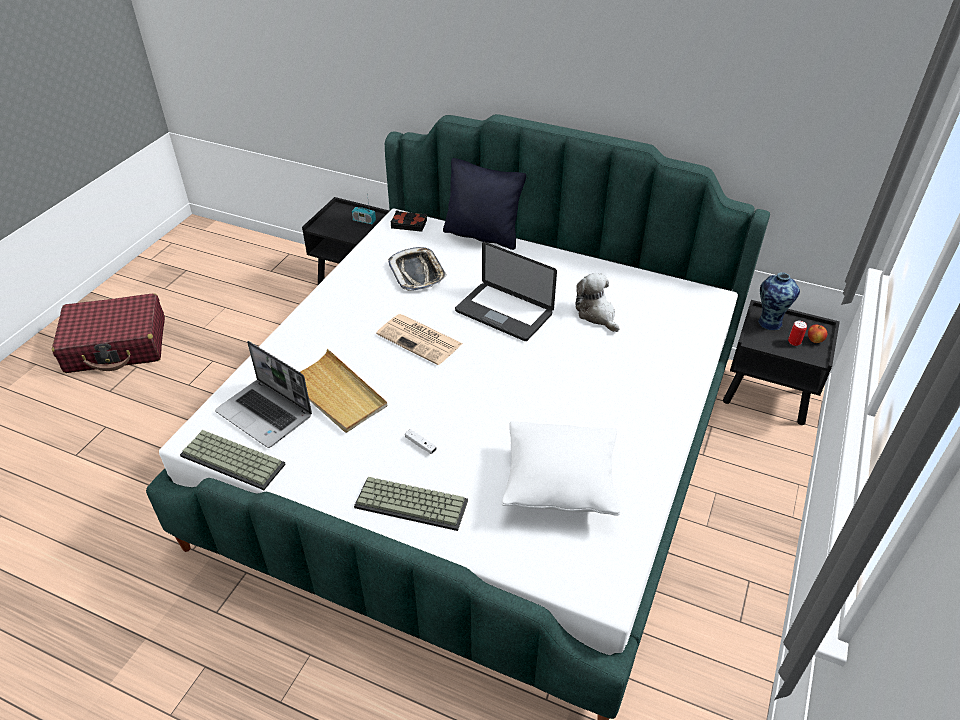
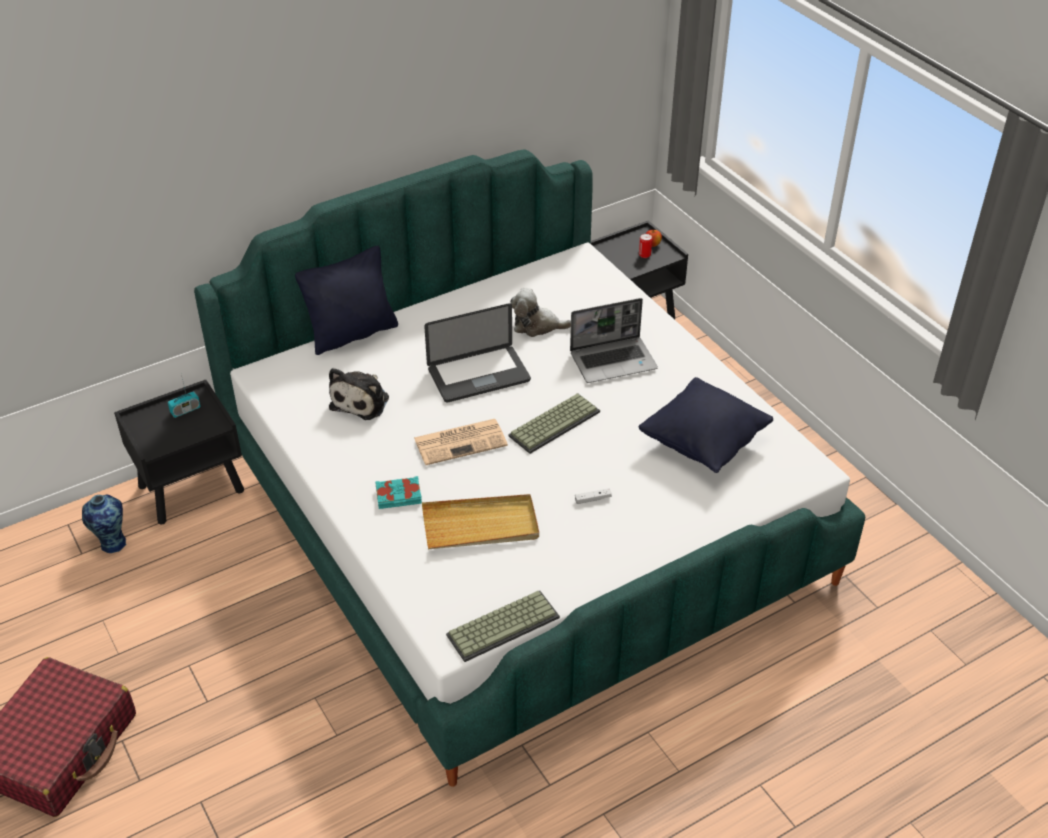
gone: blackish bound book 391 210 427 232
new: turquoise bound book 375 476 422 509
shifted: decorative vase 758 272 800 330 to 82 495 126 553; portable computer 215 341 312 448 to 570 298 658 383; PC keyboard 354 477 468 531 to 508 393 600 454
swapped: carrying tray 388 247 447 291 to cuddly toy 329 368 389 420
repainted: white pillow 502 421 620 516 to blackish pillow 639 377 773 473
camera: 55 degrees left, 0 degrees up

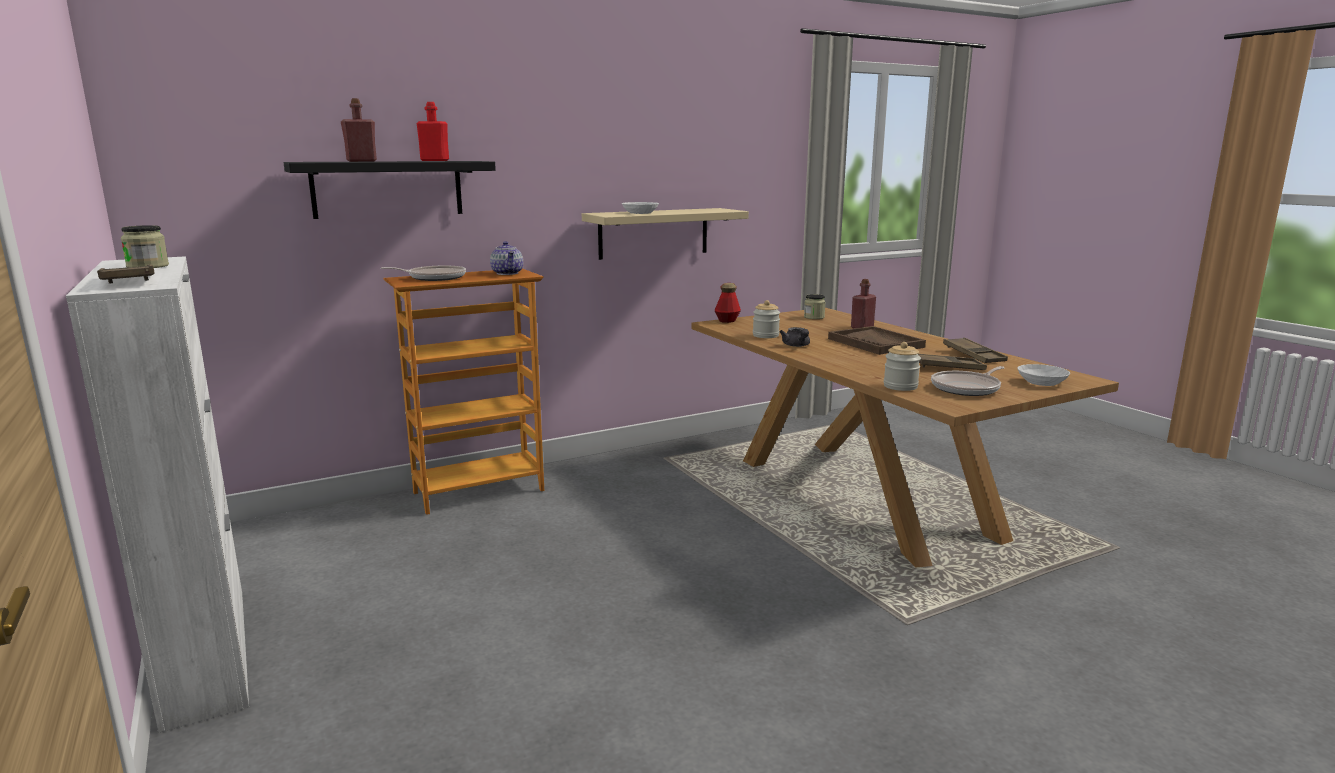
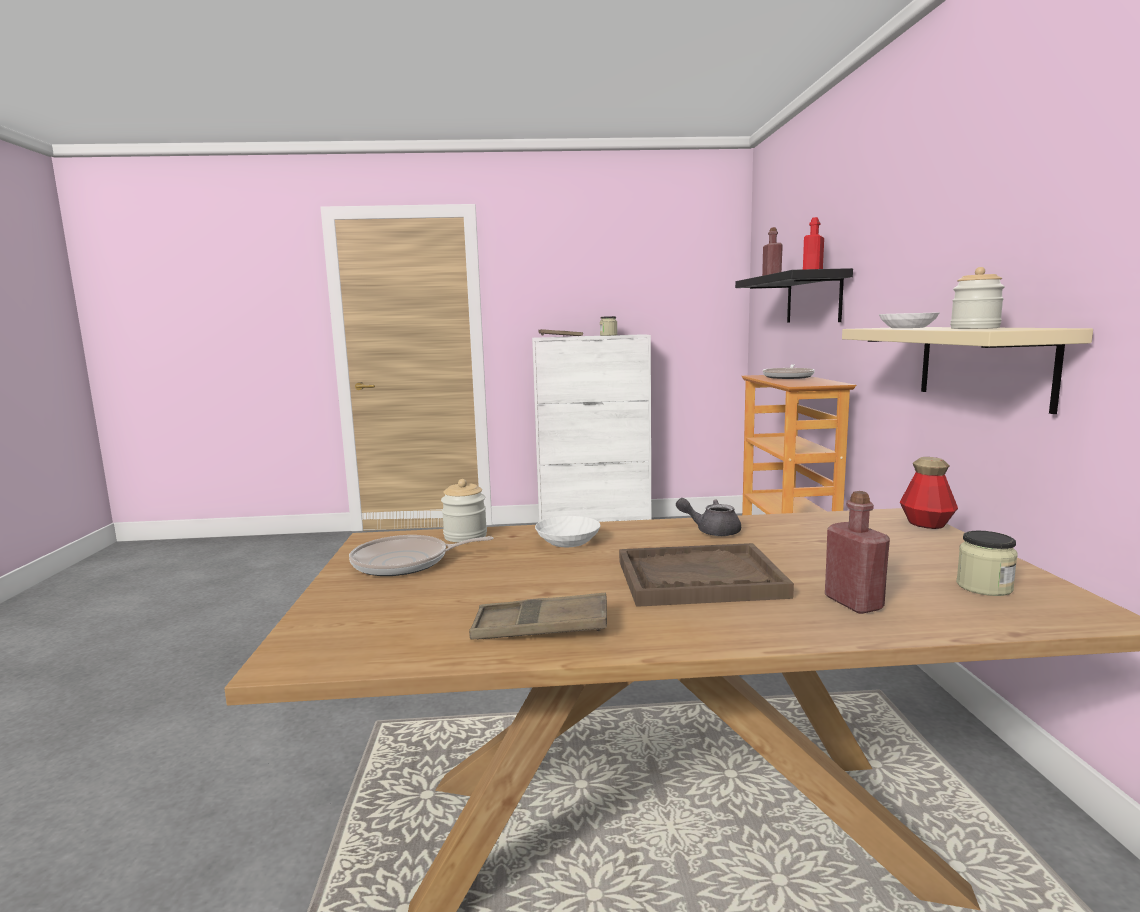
gone: tea pot 490 241 523 275; brown-coloured carrying tray 918 354 987 370
shifted: storage jar 753 300 780 338 to 950 267 1005 329; white bowl 1017 364 1070 386 to 535 516 601 547
rotated: frying pan 931 366 1004 396 = 349 535 493 576 90 degrees counterclockwise
camera: 115 degrees right, 5 degrees down

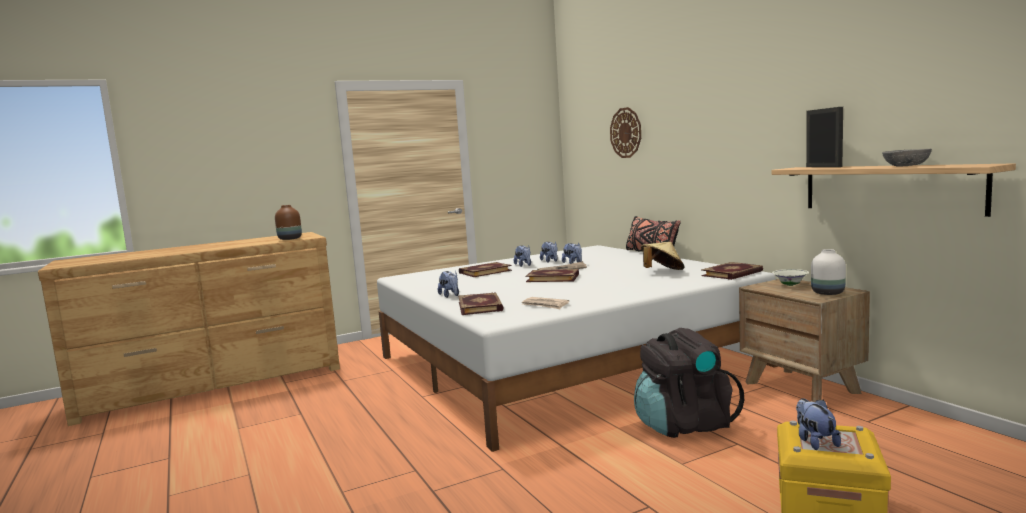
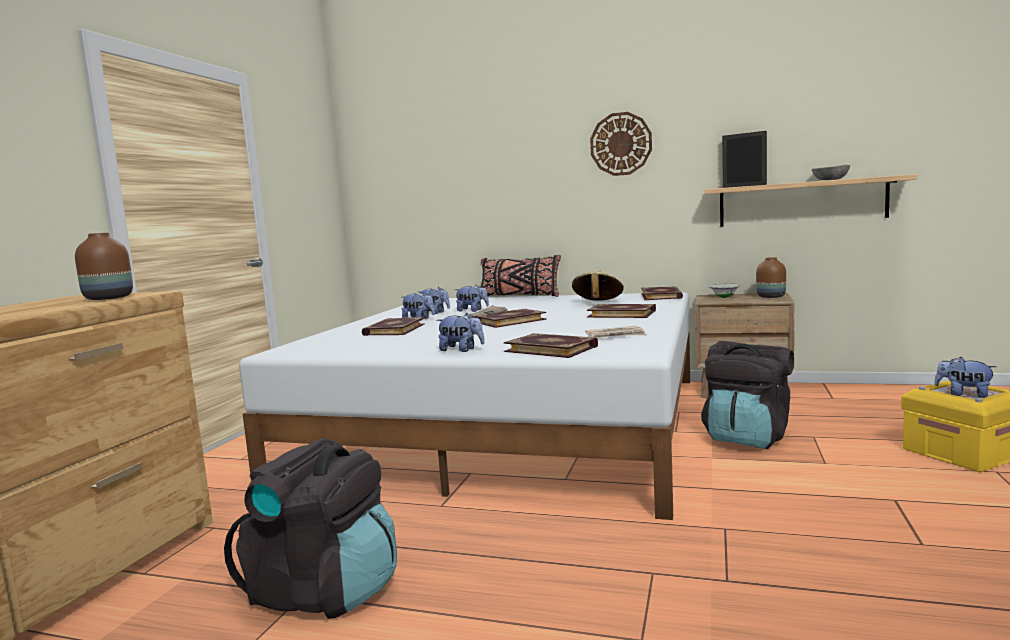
new: bound book 587 304 656 318; blackish rucksack 224 438 397 619
shifted: wall clock 610 107 641 158 to 590 112 652 176
repainted: white decorative vase 811 249 846 295 to brown-coloured decorative vase 756 257 786 298
camera: 45 degrees left, 0 degrees up

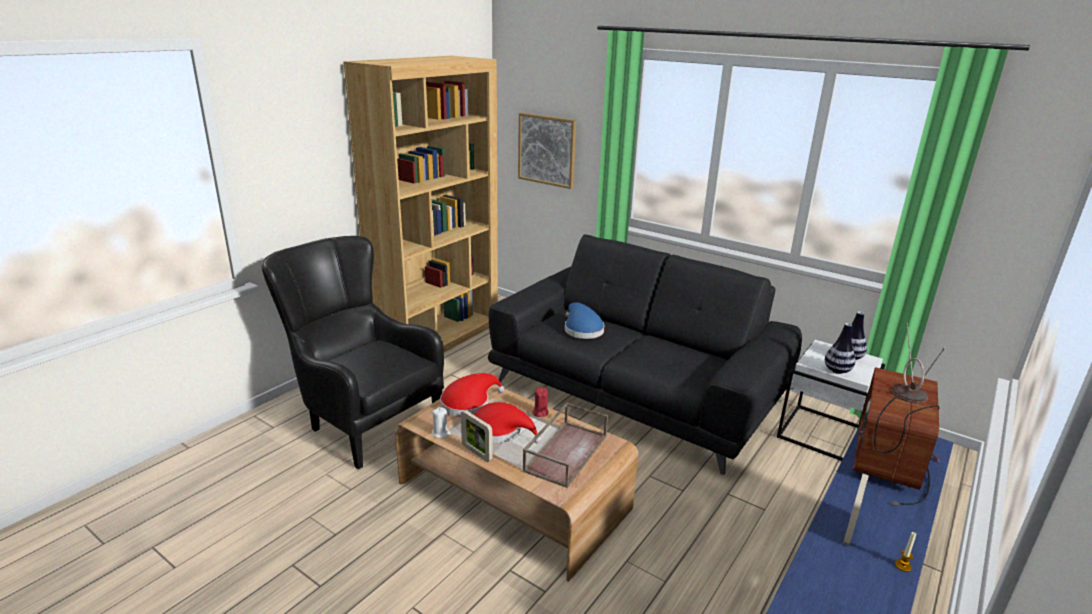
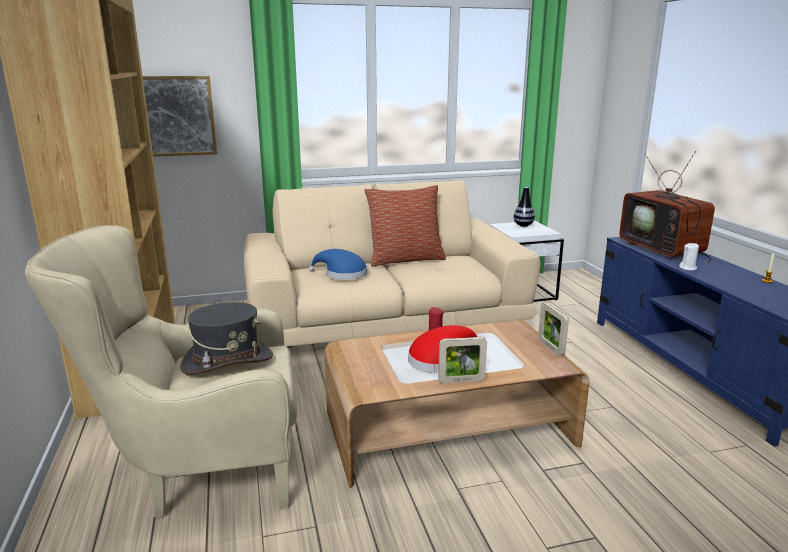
gone: decorative vase 825 323 855 374; red hat 440 373 504 417; brown-coloured carrying tray 523 402 608 488
new: pillow 364 185 446 267; grey hat 180 302 273 375
shifted: white wax candle 432 407 451 438 to 679 242 699 270; photo frame 843 474 869 545 to 538 303 569 356
repainted: blackish couch 488 235 802 475 to sand-coloured couch 244 180 540 348; blackish lounge chair 261 236 444 469 to sand-coloured lounge chair 25 225 297 518
camera: 50 degrees left, 5 degrees down

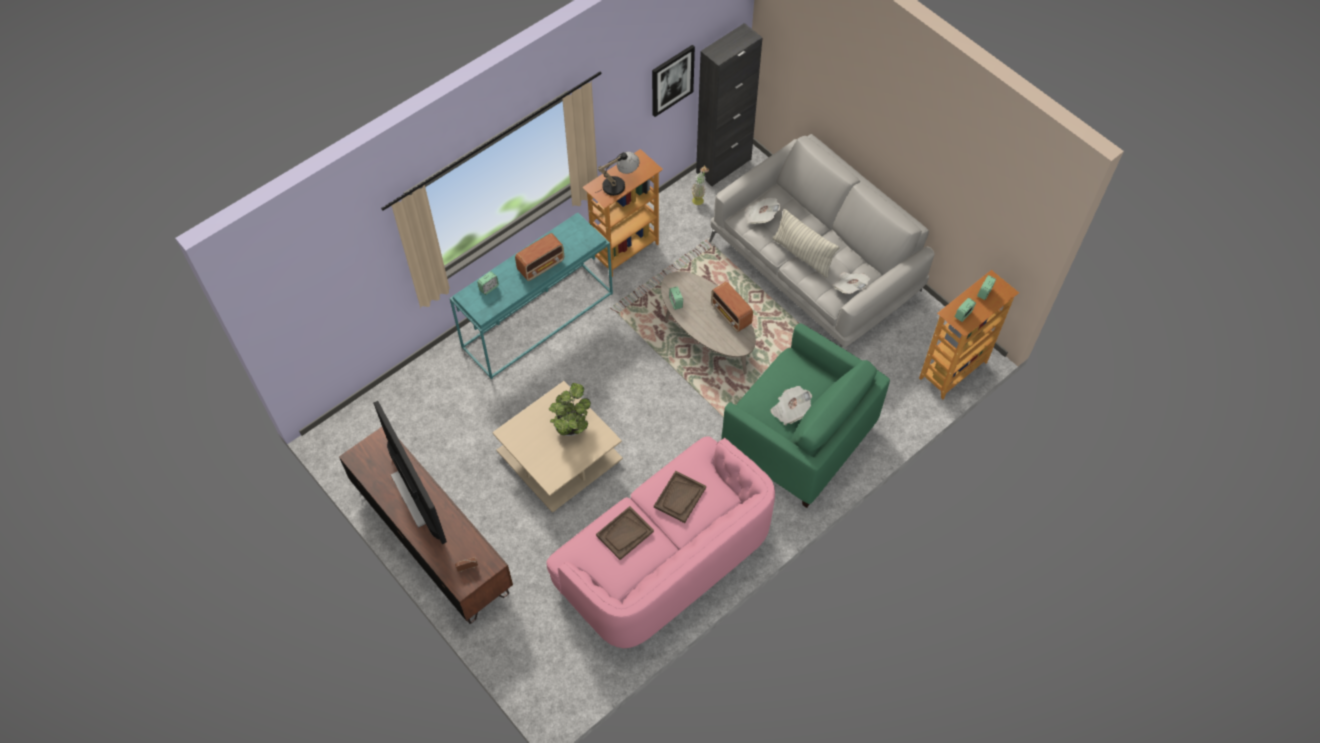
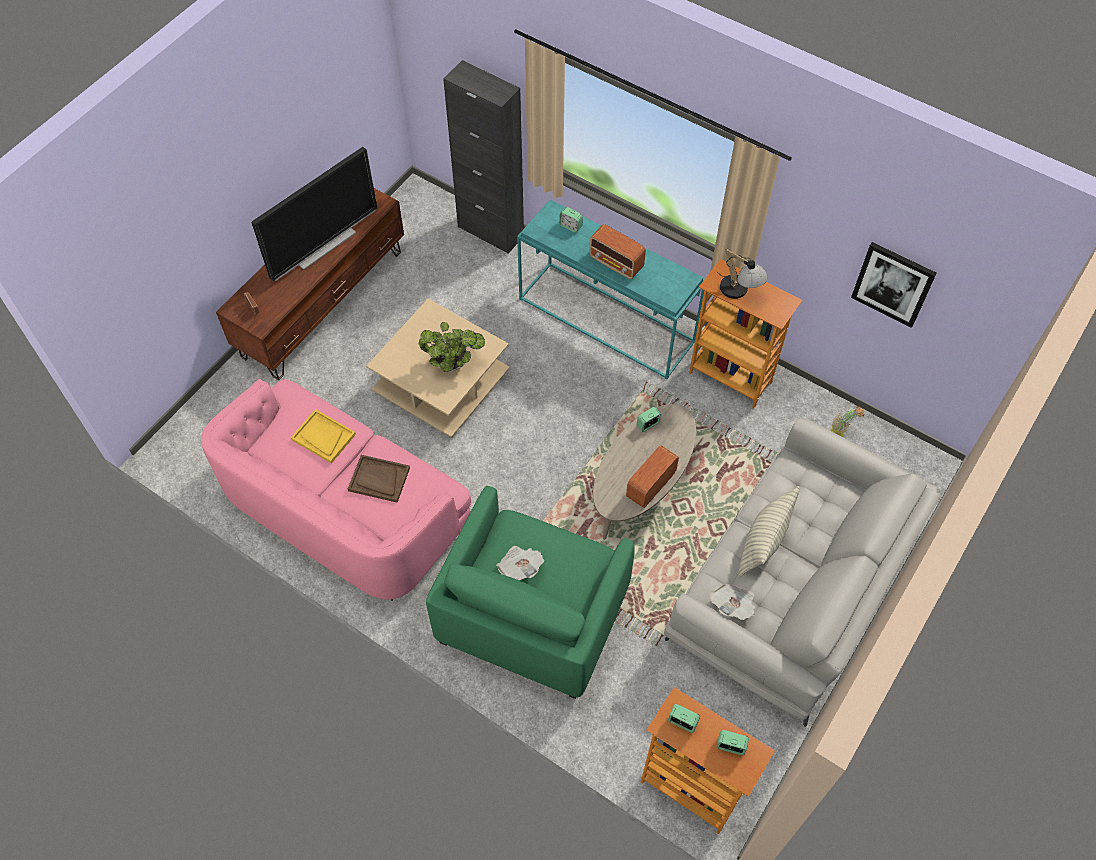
gone: newspaper 745 198 780 224
shifted: blackish storage cabinet 696 23 763 187 to 443 60 524 254
repainted: brown-coloured carrying tray 596 506 654 560 to yellowish carrying tray 291 409 356 464
camera: 75 degrees right, 0 degrees up

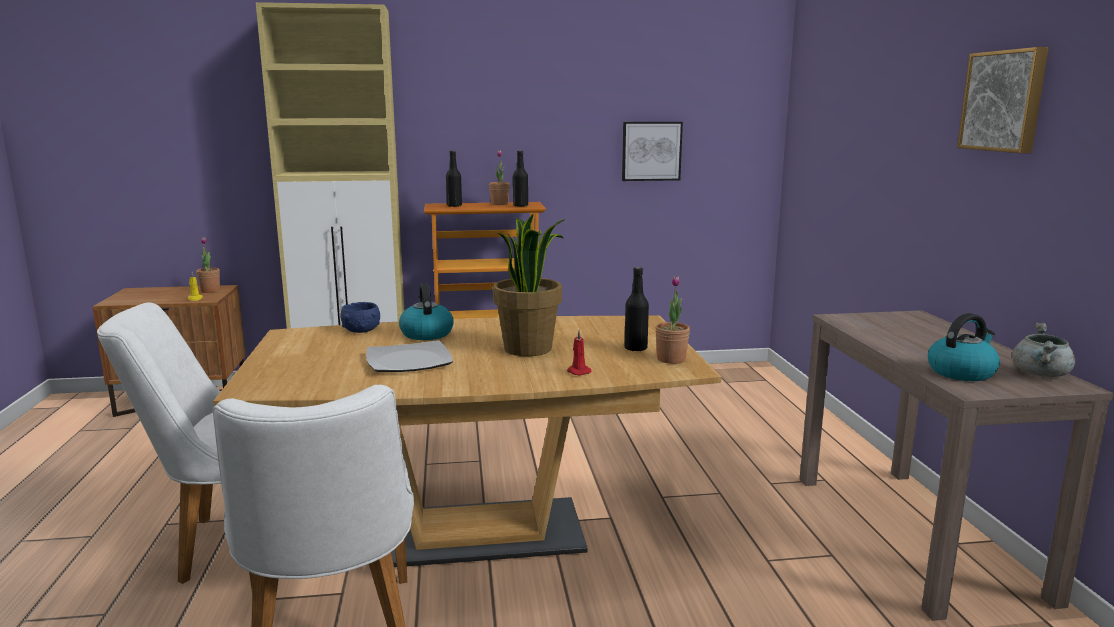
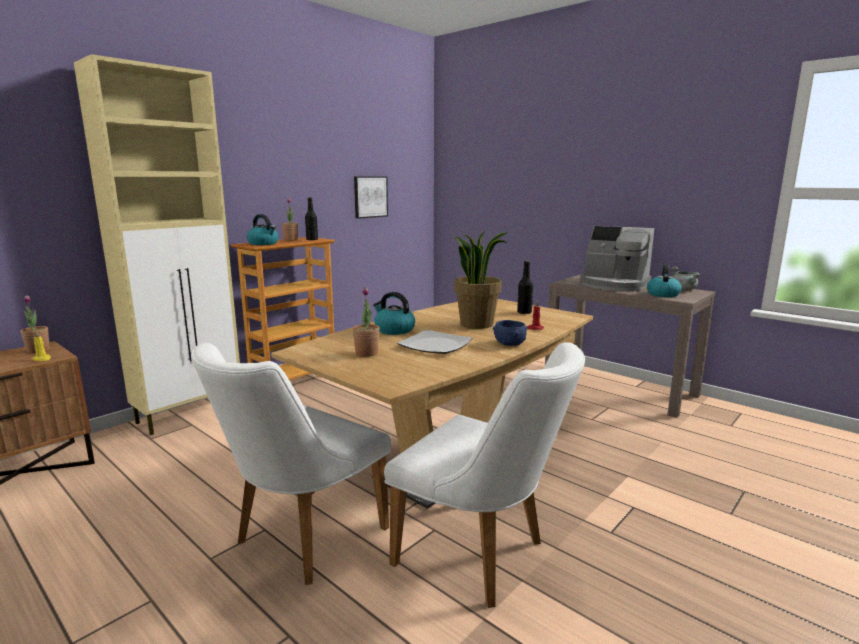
gone: wall picture 957 47 1049 153
new: coffee brewer 580 226 654 291
shifted: potted plant 655 276 690 364 to 353 288 380 357; blue-coloured bowl 341 302 380 333 to 493 320 527 346
swapped: blackish bottle 446 151 462 207 to tea kettle 247 214 279 245
camera: 40 degrees left, 0 degrees up

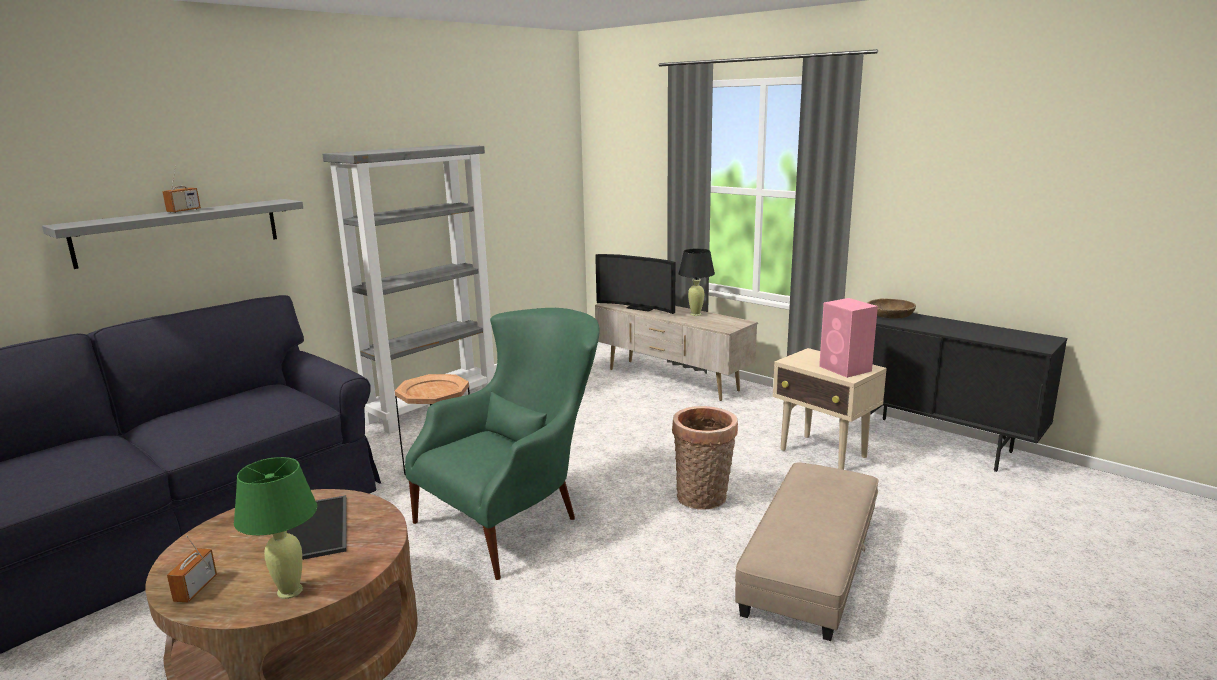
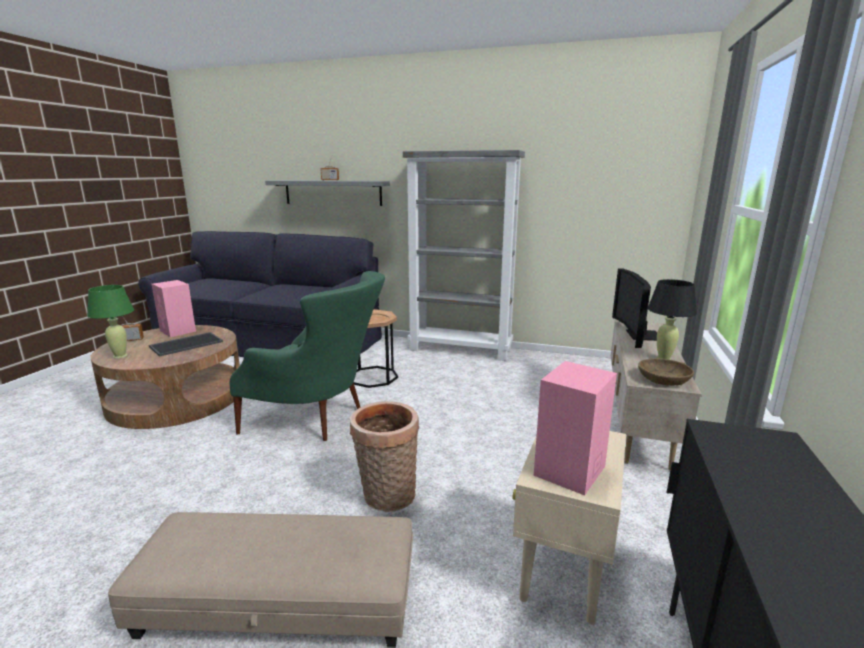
new: pinkish audio speaker 152 280 196 337
shifted: brown-coloured bowl 868 298 916 319 to 638 358 694 386
camera: 65 degrees right, 0 degrees up

